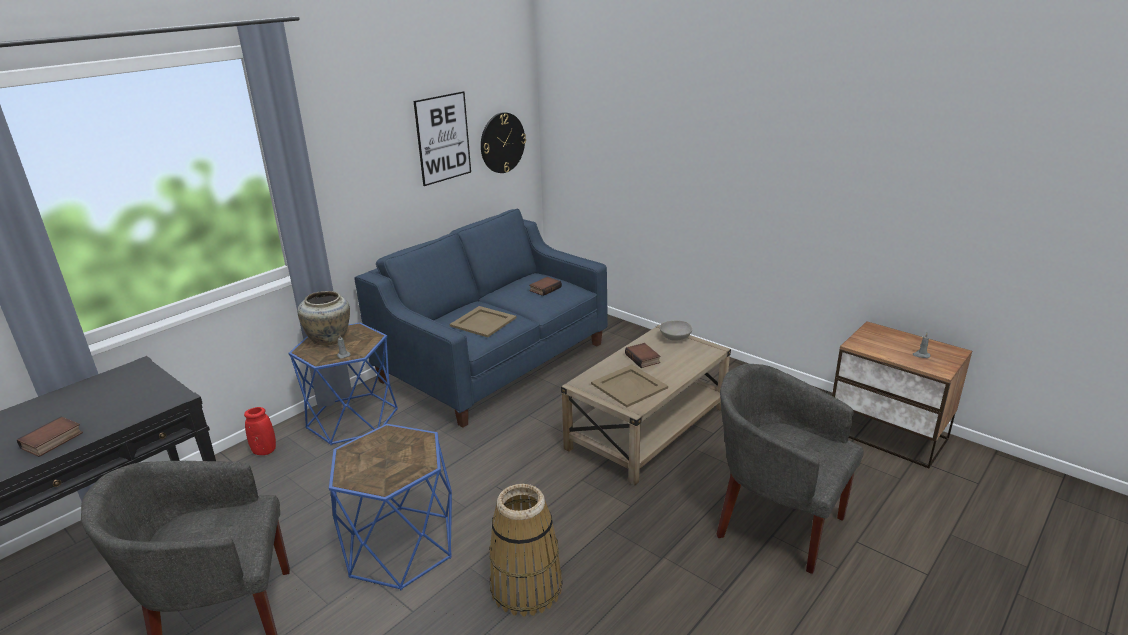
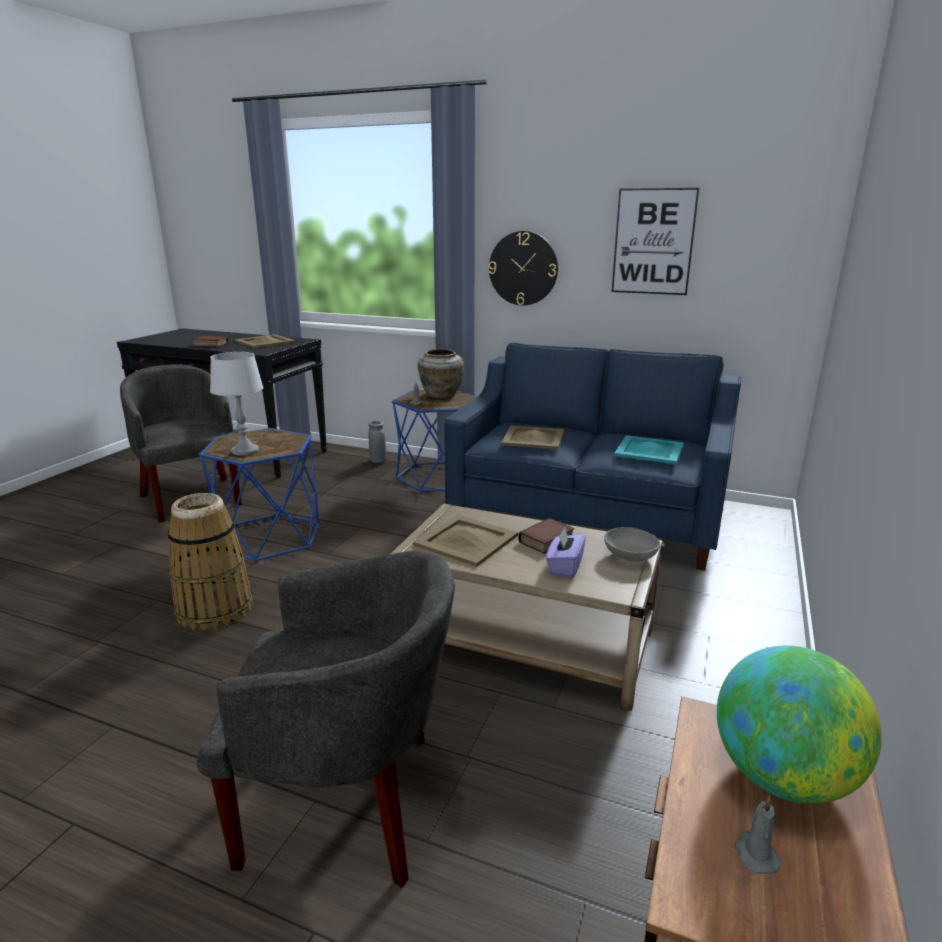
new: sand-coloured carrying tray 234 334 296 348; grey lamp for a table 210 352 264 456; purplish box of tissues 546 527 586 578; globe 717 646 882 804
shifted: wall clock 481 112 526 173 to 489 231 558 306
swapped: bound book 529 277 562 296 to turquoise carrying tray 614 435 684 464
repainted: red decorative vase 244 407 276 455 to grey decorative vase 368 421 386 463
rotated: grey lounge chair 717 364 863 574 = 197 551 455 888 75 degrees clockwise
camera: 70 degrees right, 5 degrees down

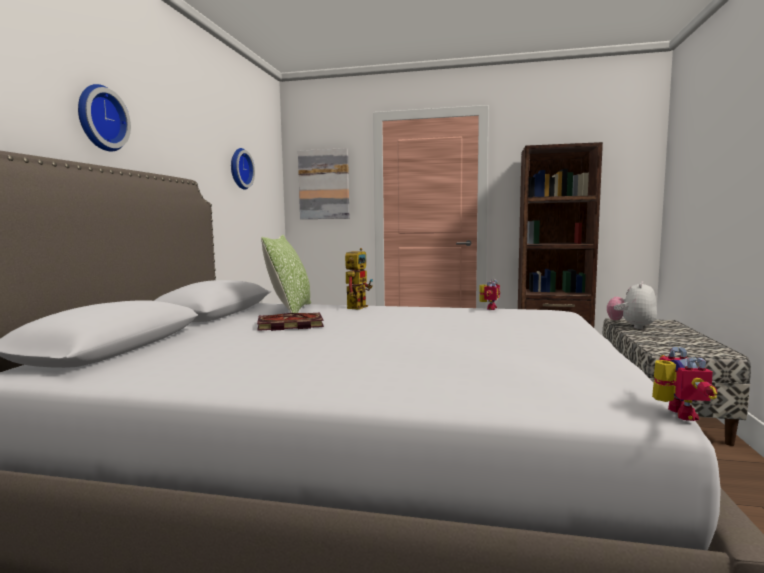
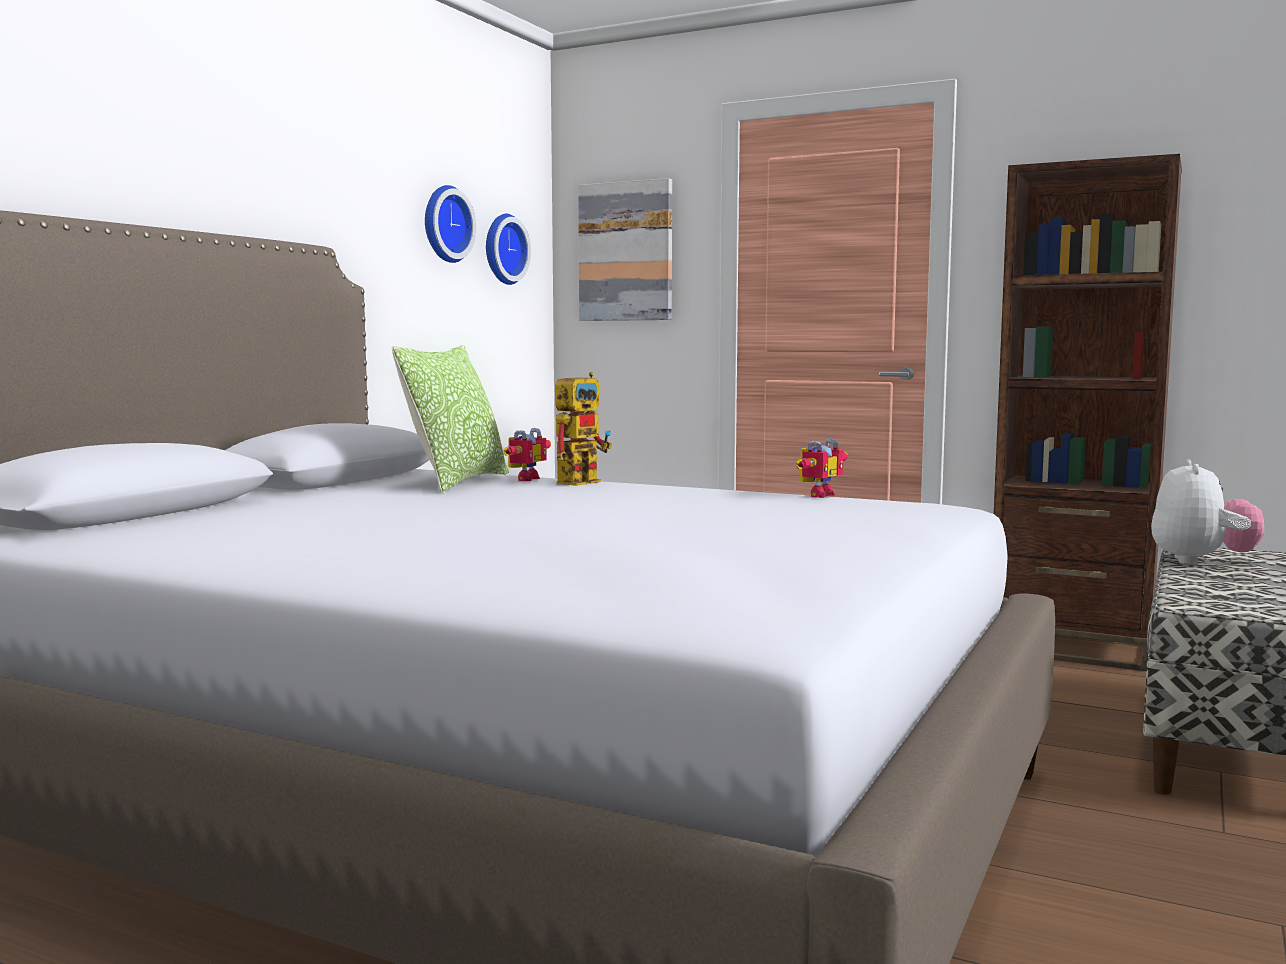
gone: bound book 257 313 324 331
shifted: wall clock 78 84 131 151 to 486 214 531 285; toy robot 652 347 717 421 to 503 428 551 481
rotated: cuddly toy 607 281 657 329 = 1151 460 1264 565 150 degrees clockwise
camera: 15 degrees right, 0 degrees up

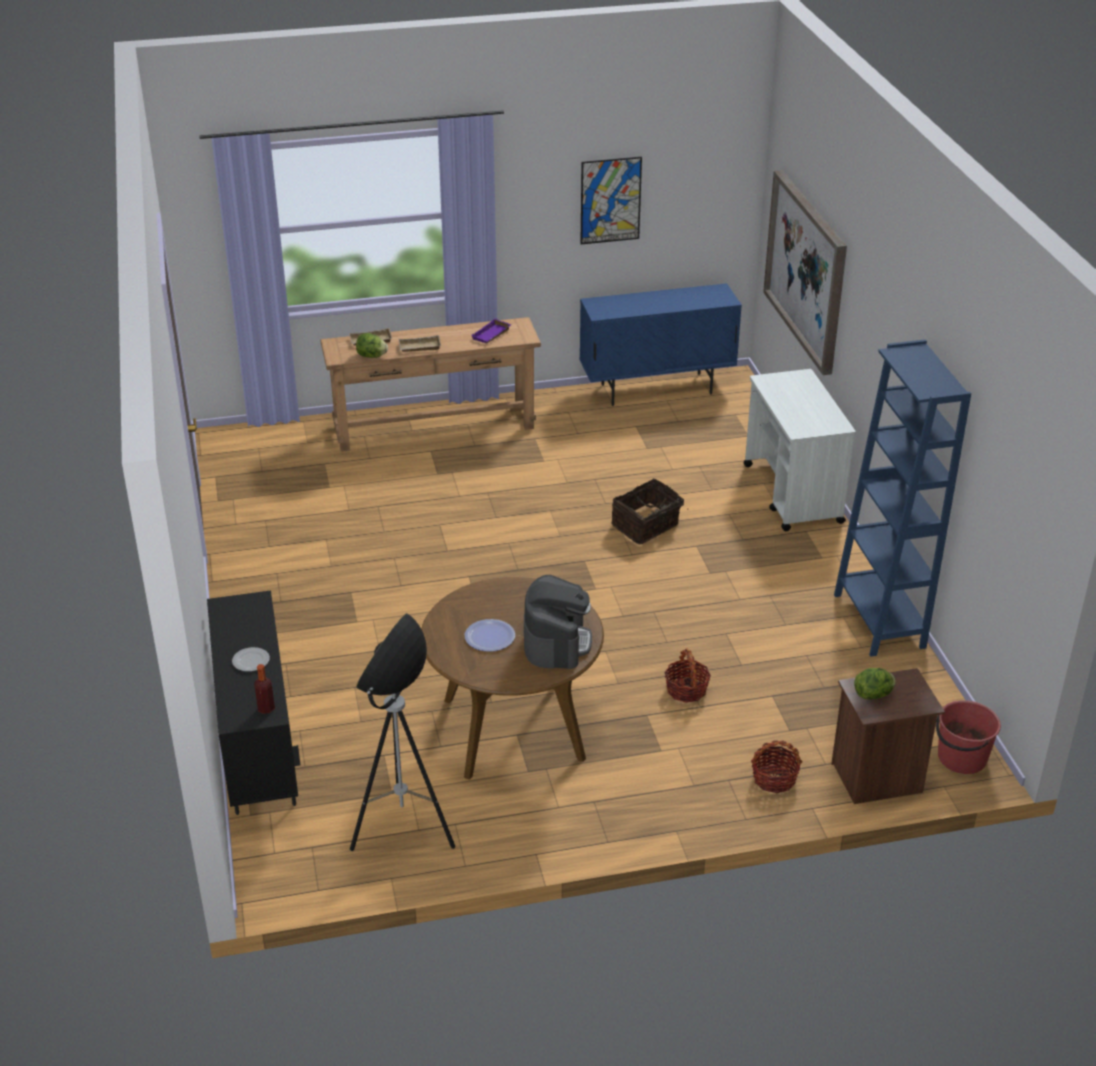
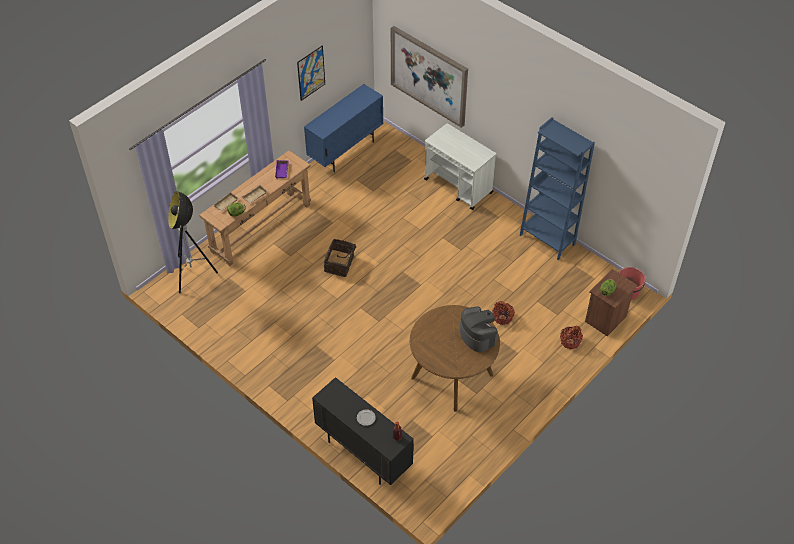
gone: dinner plate 465 619 515 652
shifted: basket 612 478 689 544 to 324 239 356 277; floor lamp 350 613 455 851 to 168 191 218 293
camera: 35 degrees left, 15 degrees up

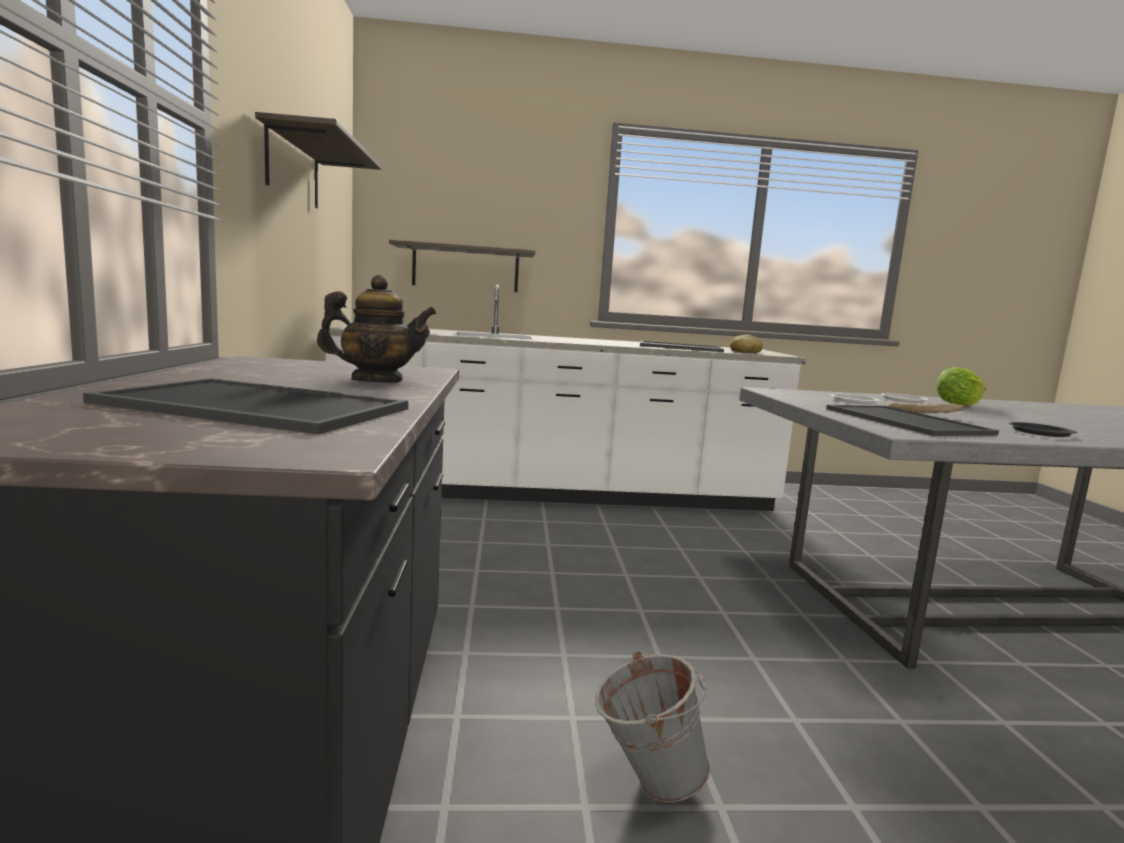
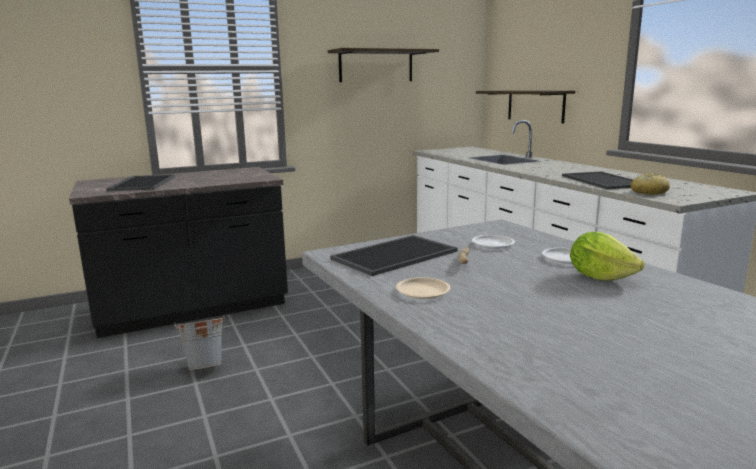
gone: tea pot 317 275 437 383
repainted: blackish dinner plate 1008 422 1077 437 to sand-coloured dinner plate 396 277 450 299
camera: 70 degrees right, 5 degrees up

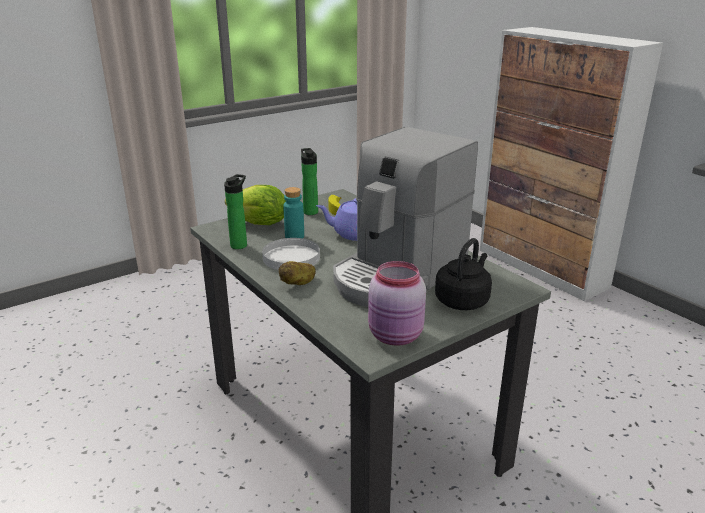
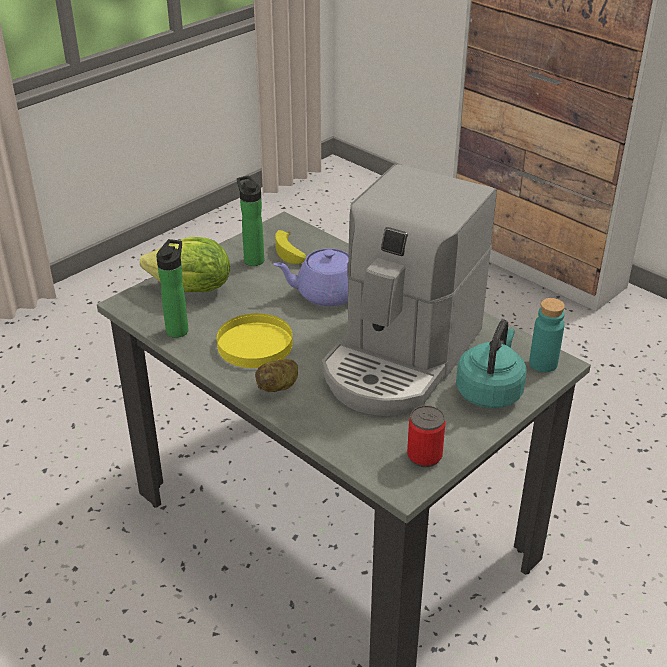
shifted: turquoise bottle 283 187 304 238 to 529 298 565 372
swapped: pinkish storage jar 368 261 426 346 to metal can 407 406 445 467
repainted: white dinner plate 262 238 320 270 to yellowish dinner plate 217 313 293 368; blackish tea kettle 435 238 492 310 to turquoise tea kettle 456 319 527 408
camera: 10 degrees left, 10 degrees up

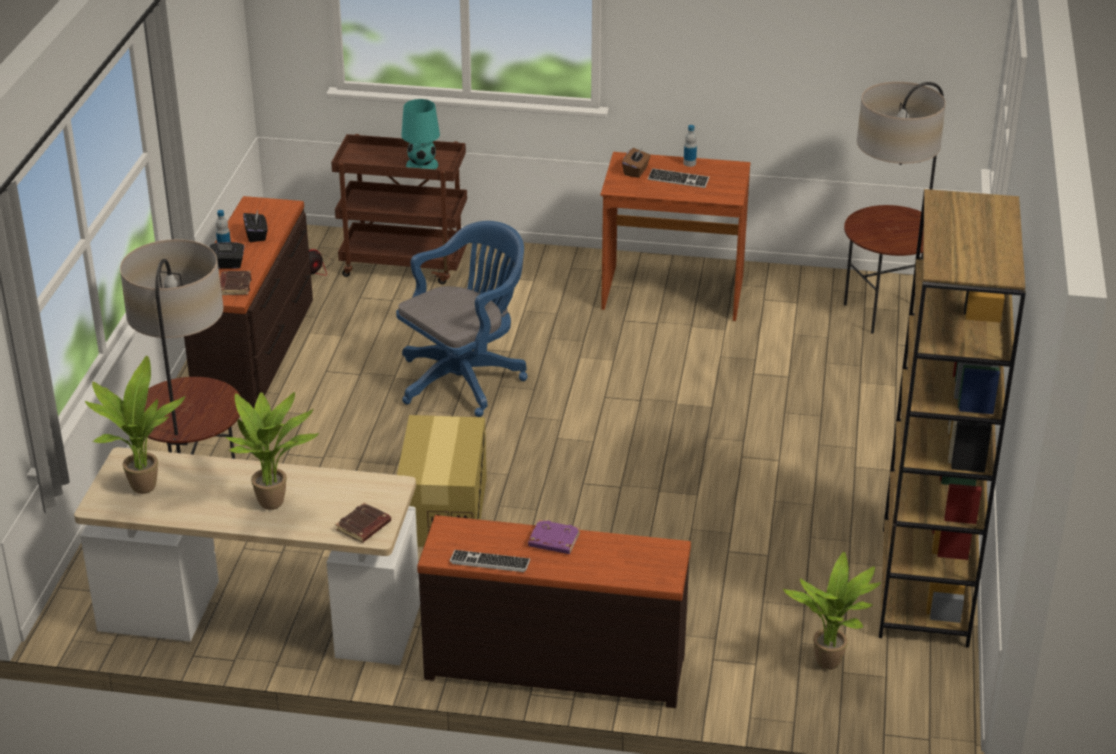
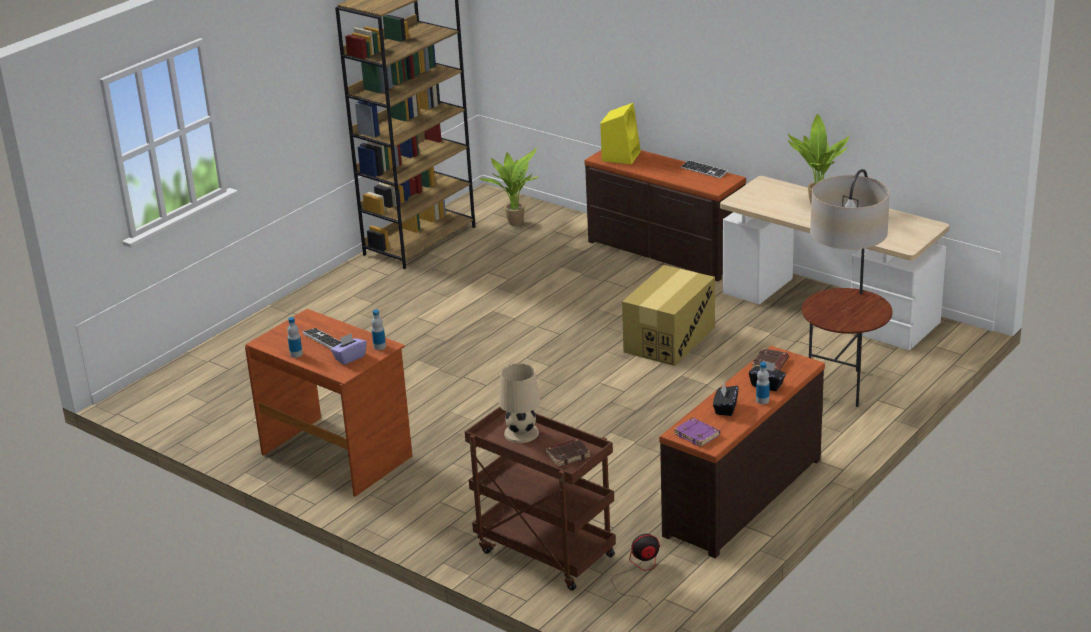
gone: floor lamp 844 82 945 334; blue-coloured office chair 396 221 528 417; potted plant 85 356 185 494
new: yellowish audio speaker 600 103 641 164; bottle 371 309 386 350
shifted: brown-coloured bound book 335 503 391 543 to 545 438 591 467; purplish bound book 528 520 580 554 to 674 418 720 447
repainted: turquoise lamp for a table 401 99 440 169 to sand-coloured lamp for a table 499 364 540 443; brown-coloured box of tissues 622 148 651 178 to purplish box of tissues 331 333 367 365
camera: 150 degrees left, 5 degrees down

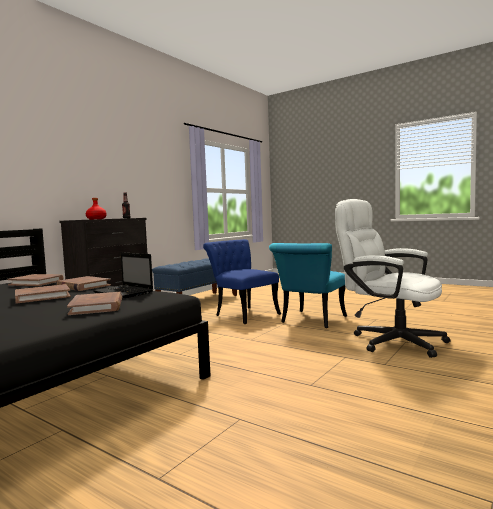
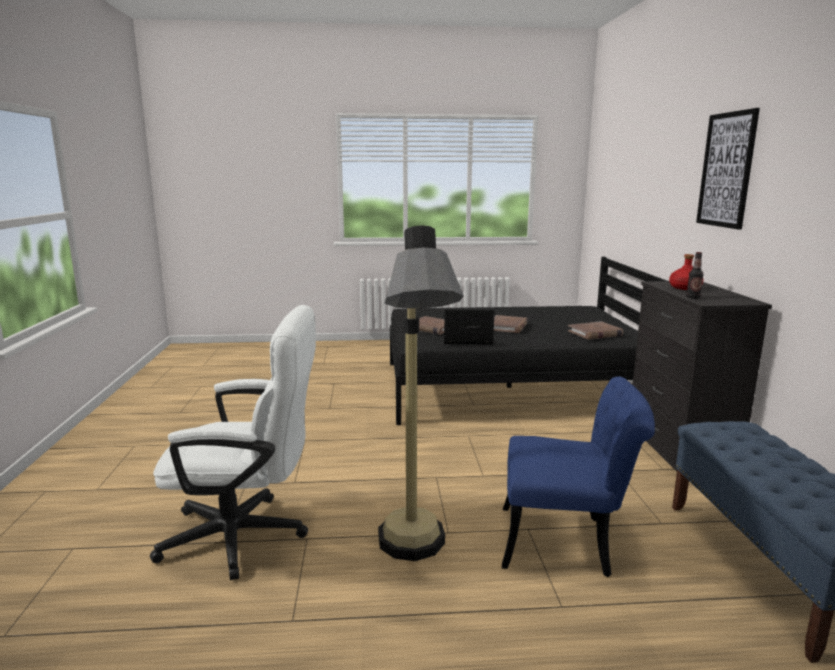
gone: brown-coloured bound book 57 276 111 291
new: wall picture 696 108 760 230
swapped: turquoise upright chair 269 243 347 328 to floor lamp 378 225 464 561
camera: 140 degrees right, 10 degrees up

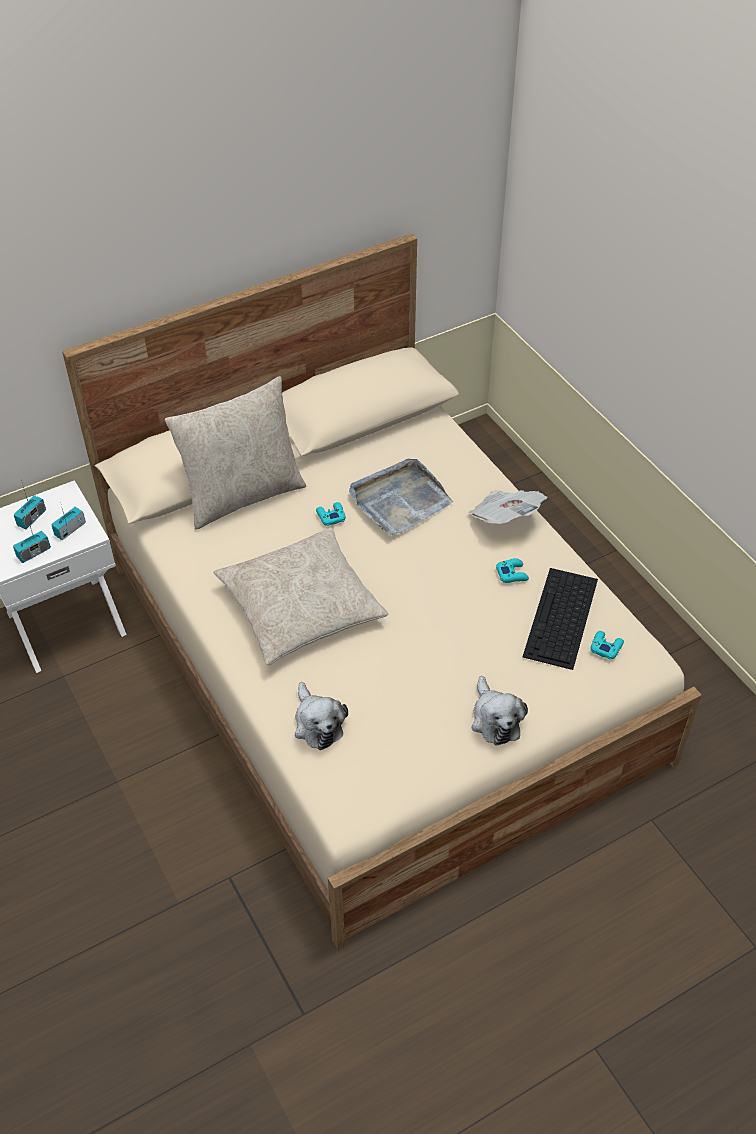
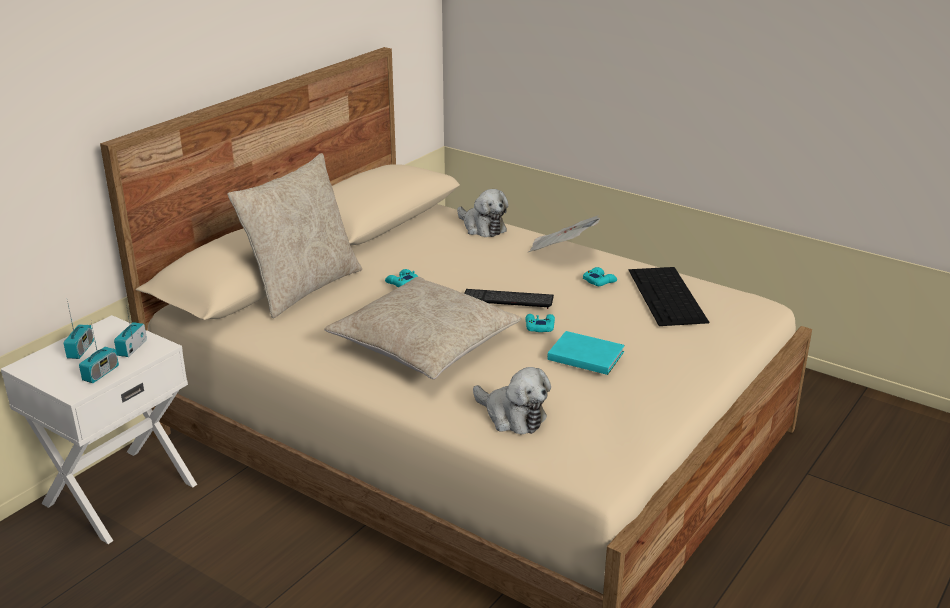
gone: grey carrying tray 349 459 453 536
new: PC keyboard 464 289 554 309; turquoise bound book 547 331 625 375
shifted: turquoise game controller 591 631 624 660 to 526 314 555 332; cuddly toy 472 676 528 746 to 457 189 509 237
camera: 25 degrees left, 20 degrees down

